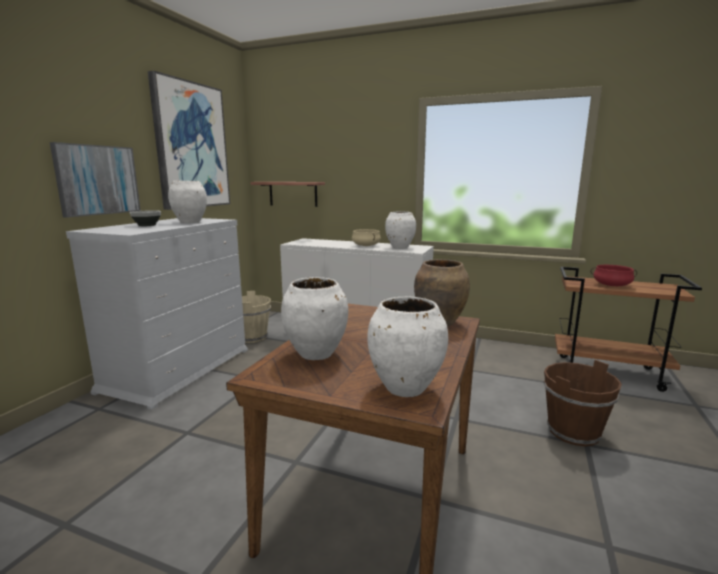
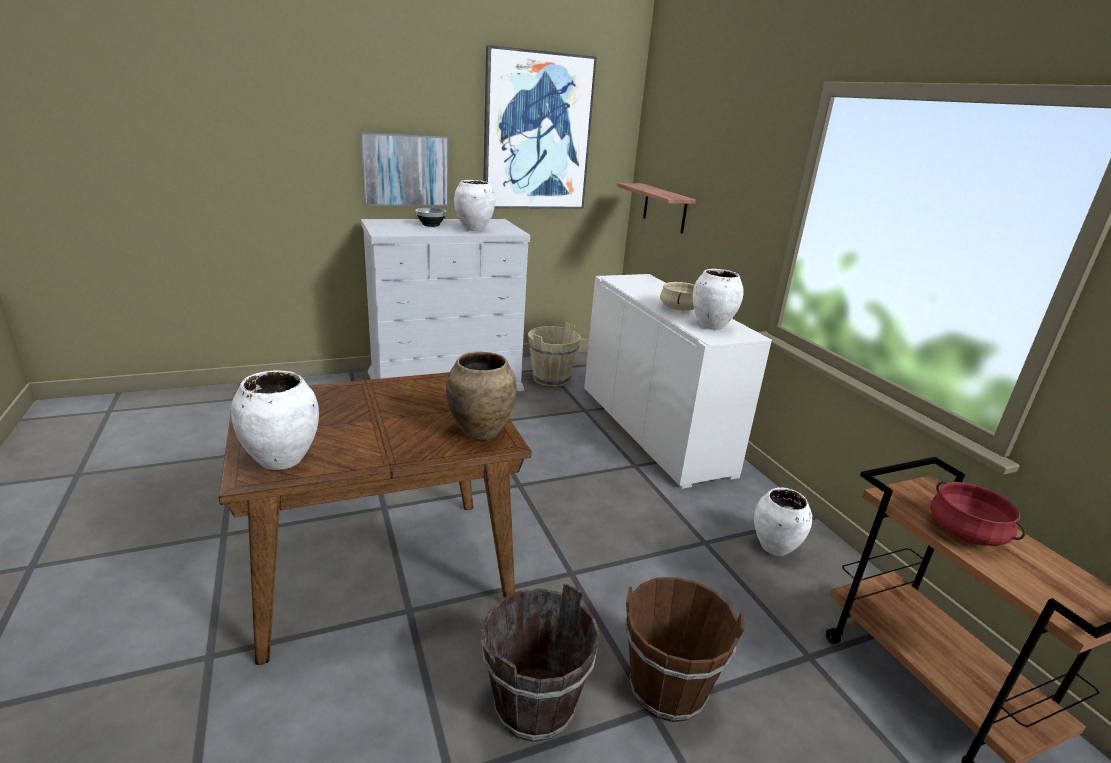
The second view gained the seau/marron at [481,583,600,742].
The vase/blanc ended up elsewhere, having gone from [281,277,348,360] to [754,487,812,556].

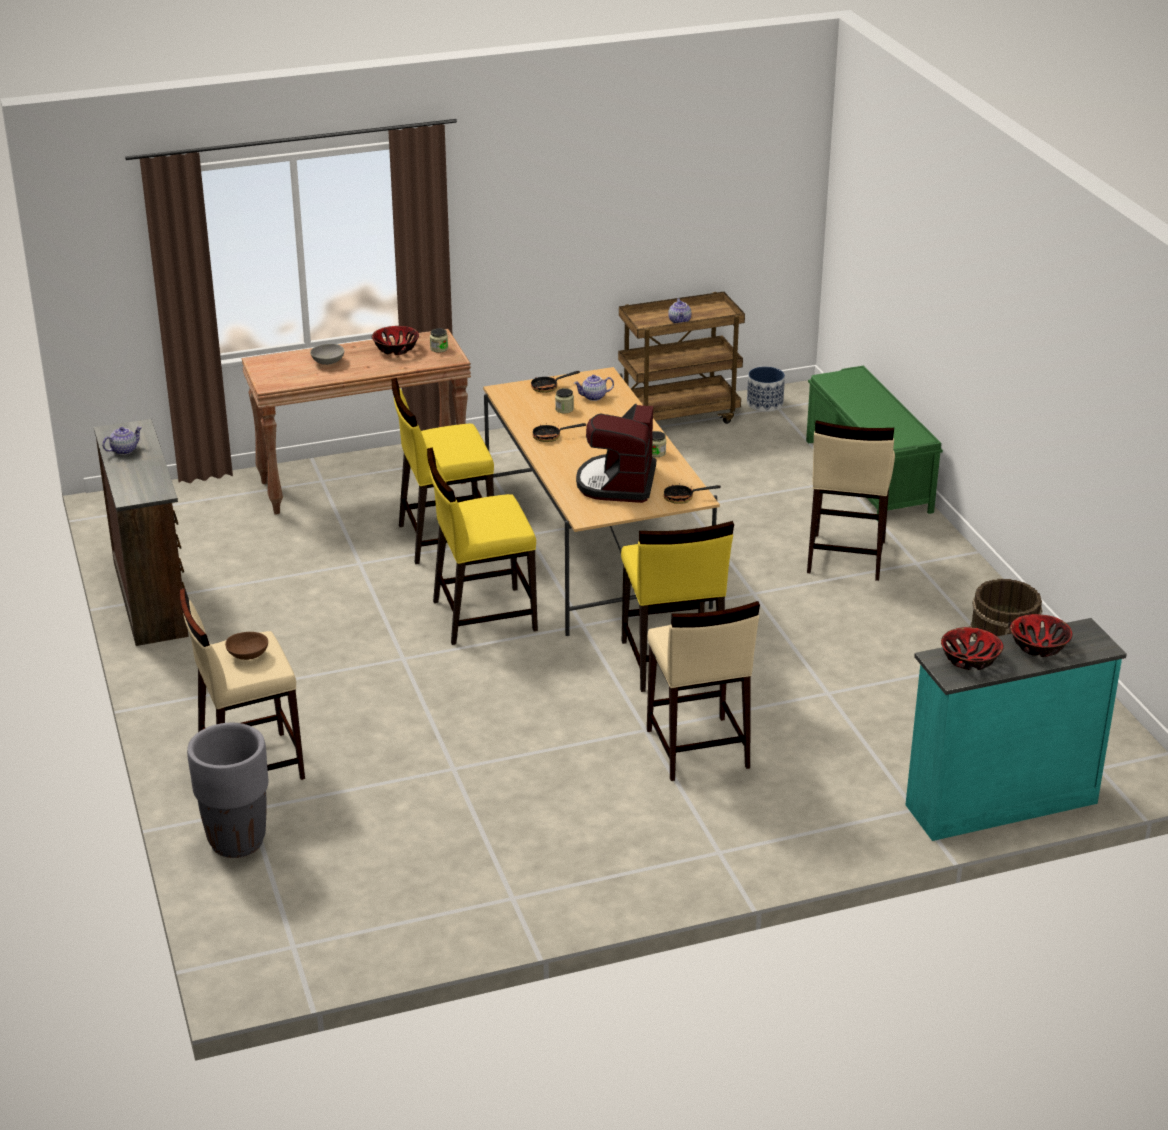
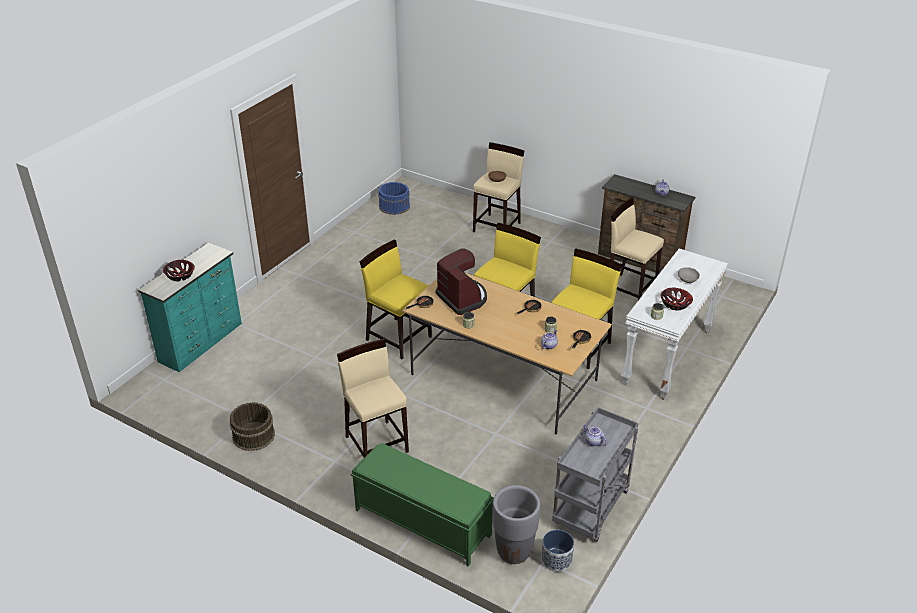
The second view lost the bol at [941,627,1004,670].
The second view gained the seau/bleu at [378,182,410,215].
The cache-pot/gris ended up elsewhere, having gone from [187,723,268,858] to [493,485,540,564].
The tabouret/beige ended up elsewhere, having gone from [647,601,760,781] to [610,198,664,300].
What was the table console/marron at [242,329,471,515] turned into the table console/blanc at [621,248,728,400].
What was the chariot/marron at [618,292,745,424] turned into the chariot/gris at [552,407,639,542].

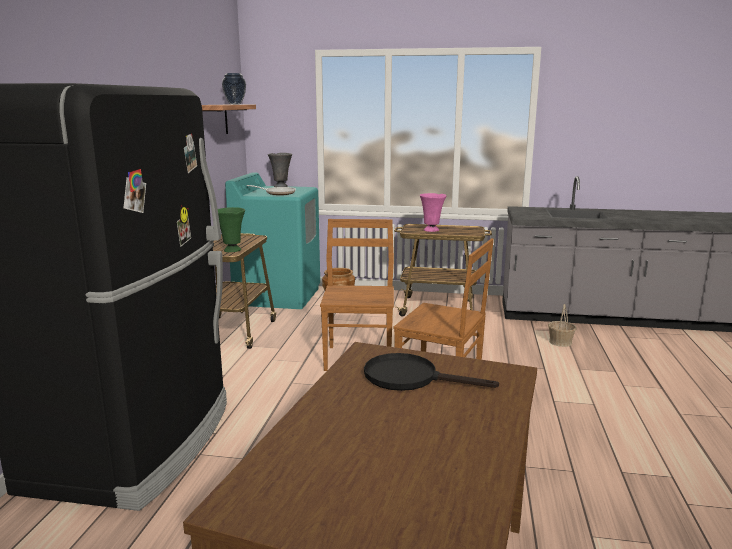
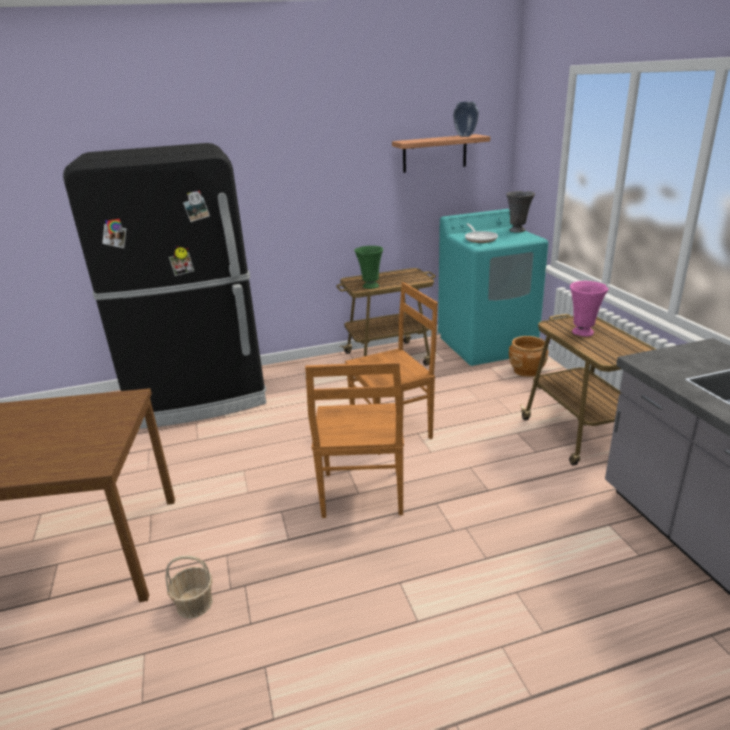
The second view lost the poêle/noir at [364,353,499,391].
The panier ended up elsewhere, having gone from [548,304,577,347] to [165,556,213,619].

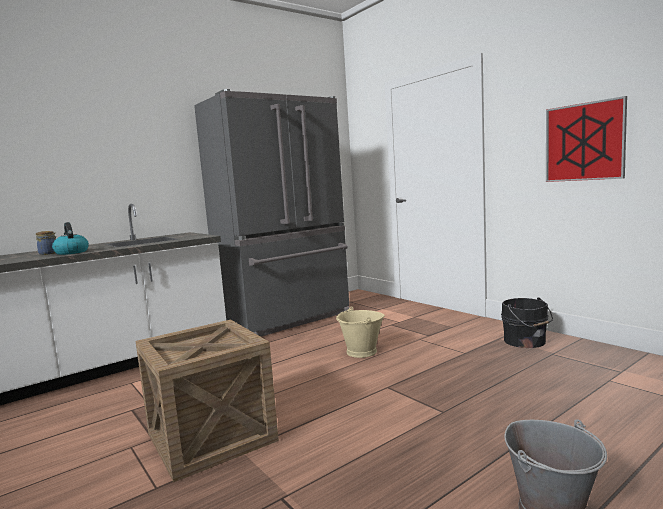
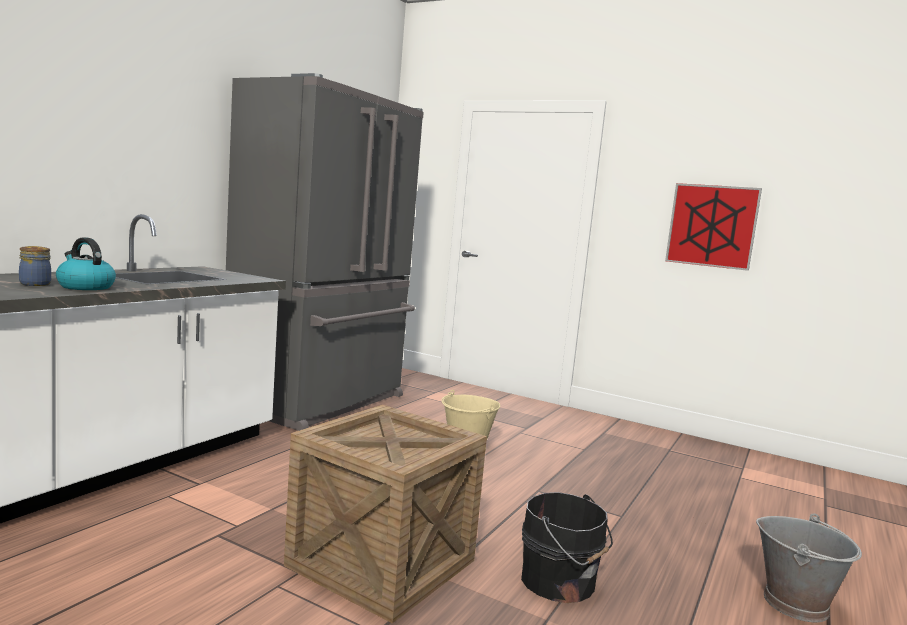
The seau/noir ended up elsewhere, having gone from [501,297,553,348] to [521,492,613,603].

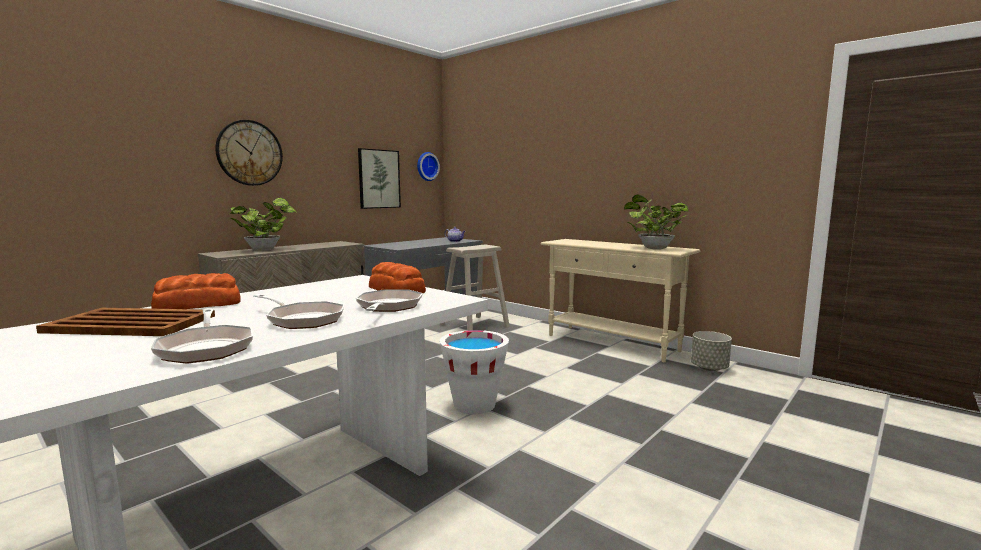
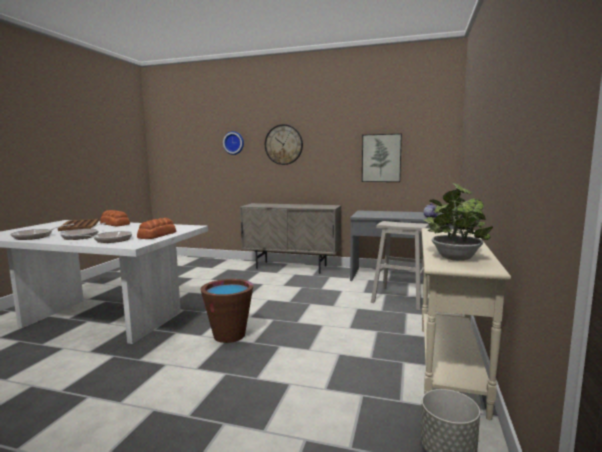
The second view lost the plante en pot at [229,198,296,251].
The horloge murale ended up elsewhere, having gone from [417,152,440,181] to [223,131,244,155].
What was the seau/blanc at [439,330,509,414] turned into the seau/marron at [200,279,254,343].

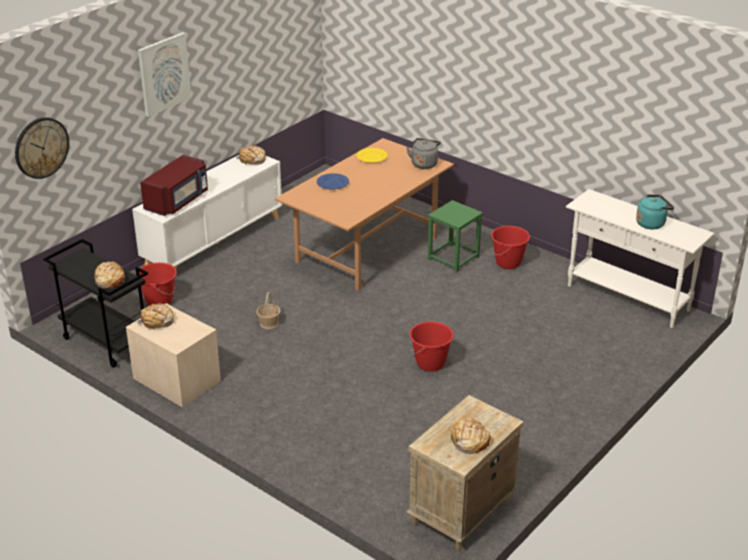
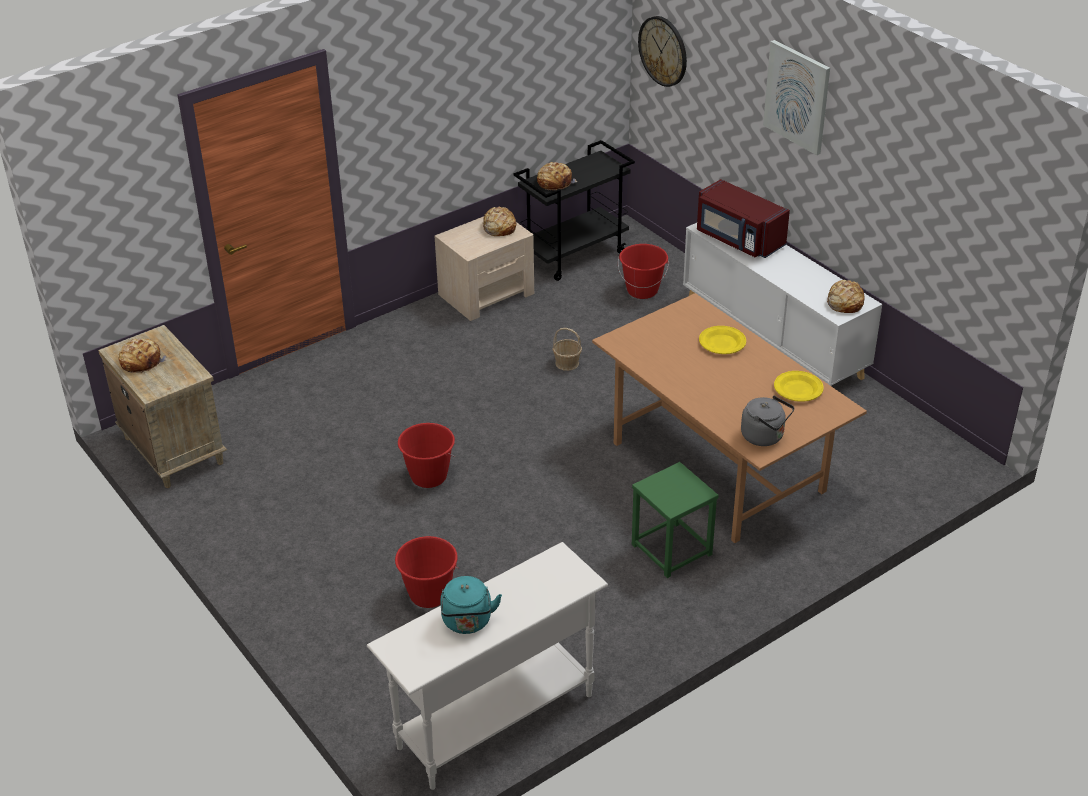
The seau/rouge ended up elsewhere, having gone from [491,226,530,269] to [395,536,459,608].
What was the assiette/bleu at [317,173,349,189] turned into the assiette/jaune at [699,326,746,354].

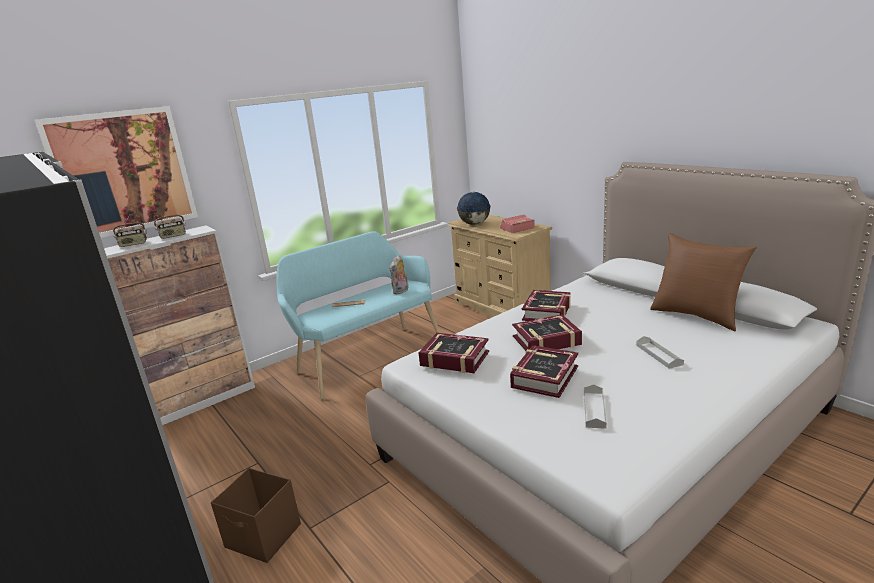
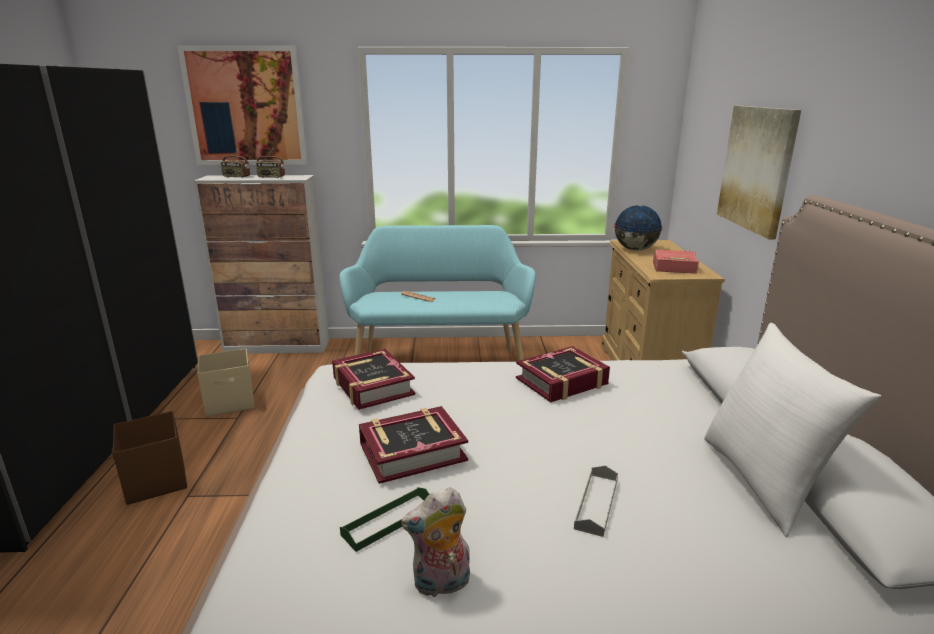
The second view lost the livre at [512,315,582,351].
The second view gained the boîte de rangement/beige at [197,348,255,417].
The second view gained the tableau at [717,106,801,239].
The peluche ended up elsewhere, having gone from [389,255,408,294] to [401,487,470,597].
What was the plateau/gris at [584,384,607,429] turned into the plateau/vert at [340,487,429,552].
What was the coussin/marron at [650,233,757,331] turned into the coussin/blanc at [704,323,881,537].

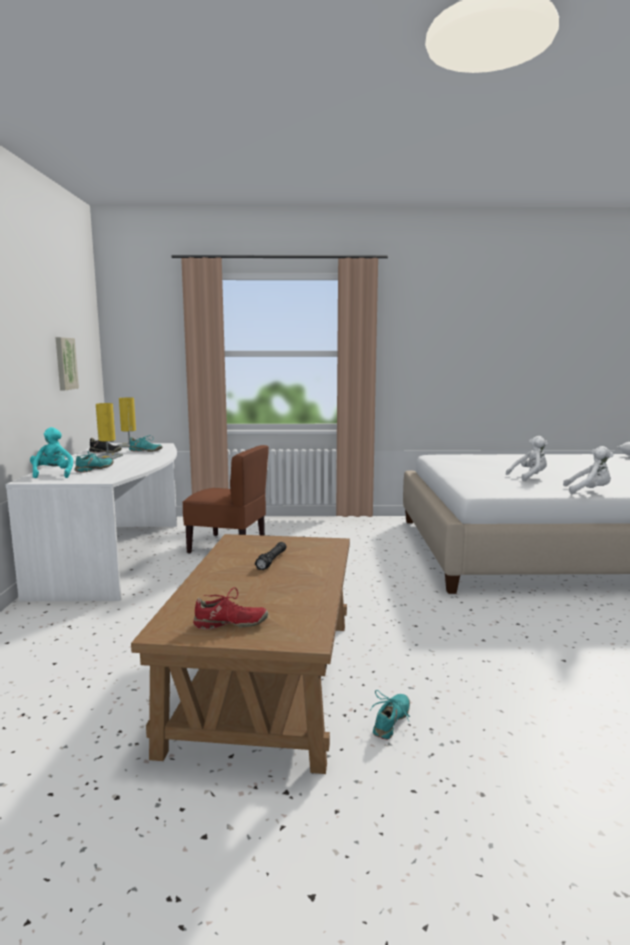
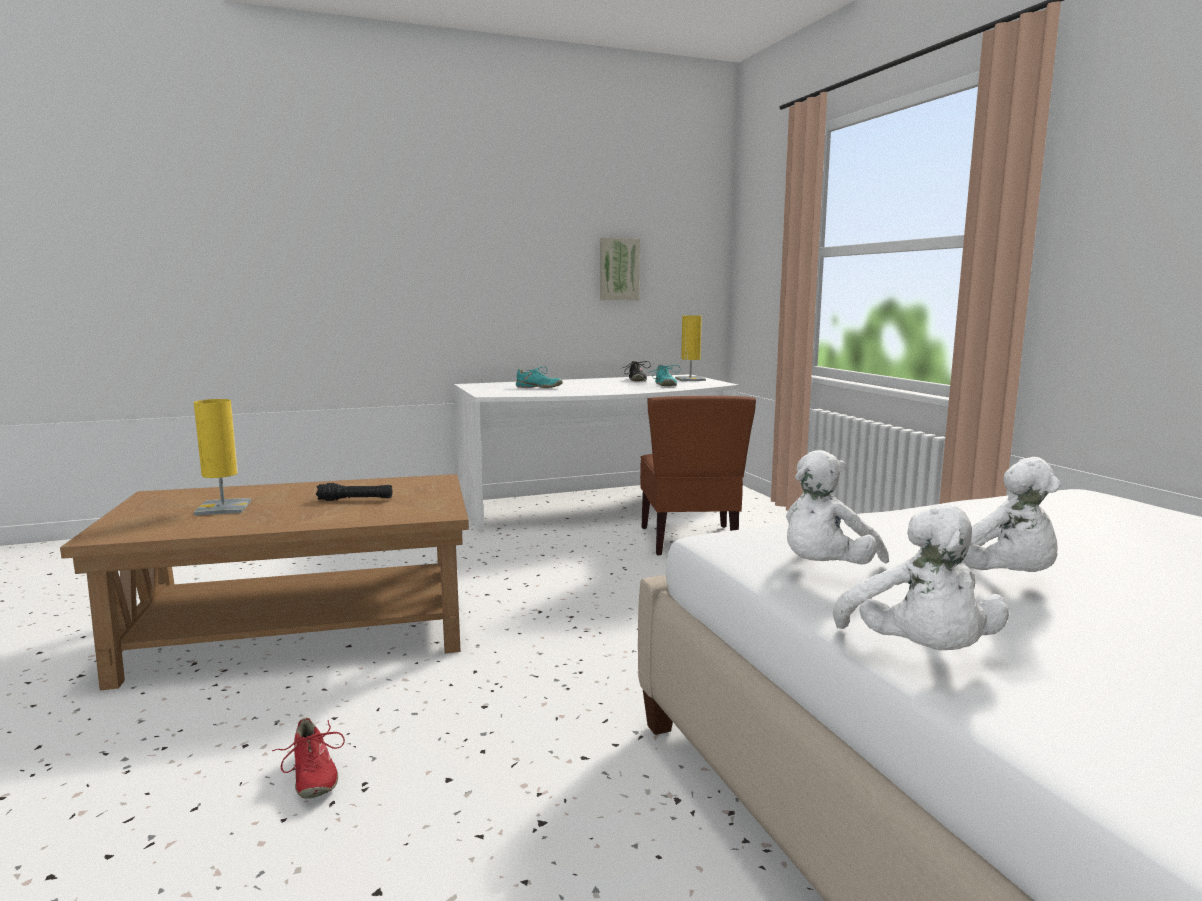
The second view lost the peluche/turquoise at [30,427,73,478].
The second view lost the chaussure/turquoise at [369,690,410,740].
The second view gained the peluche/blanc at [786,450,889,565].
The lampe de table/jaune ended up elsewhere, having gone from [96,403,123,459] to [194,399,251,515].
The chaussure/rouge ended up elsewhere, having gone from [193,587,268,630] to [272,717,345,798].

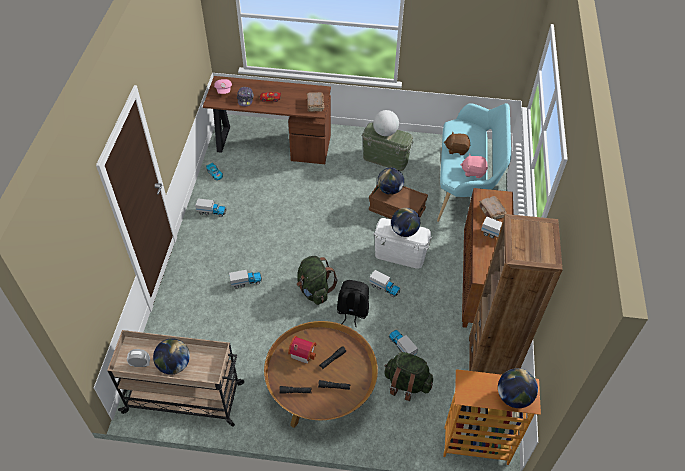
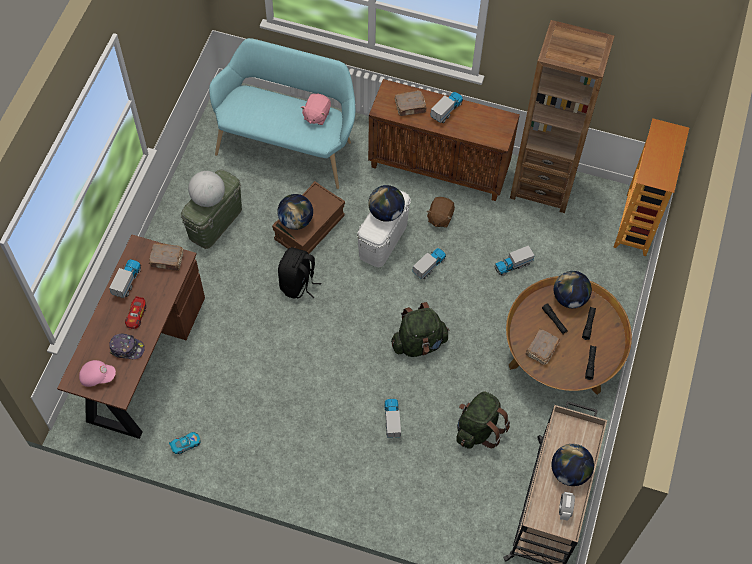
The camion jouet ended up elsewhere, having gone from [195,198,226,217] to [109,259,141,298].
The sac à dos/noir ended up elsewhere, having gone from [337,280,369,327] to [278,247,321,299].
The sac à dos/vert ended up elsewhere, having gone from [384,352,433,401] to [456,392,510,449].
The peluche/marron ended up elsewhere, having gone from [444,131,471,155] to [426,197,455,227].
The globe ended up elsewhere, having gone from [498,368,538,408] to [554,271,592,308].
Where the maison miniature stood at [288,336,317,364], the livre/marron came to stand at [525,328,560,365].

